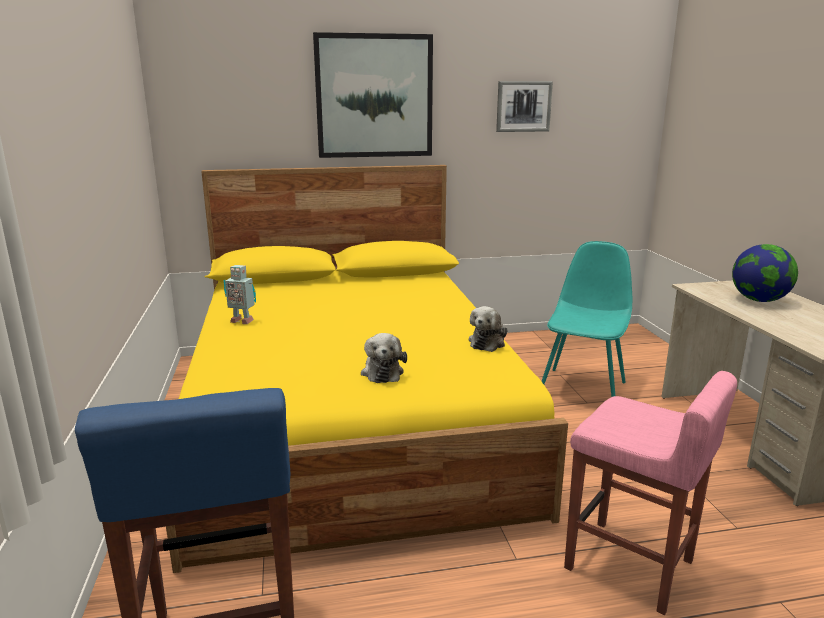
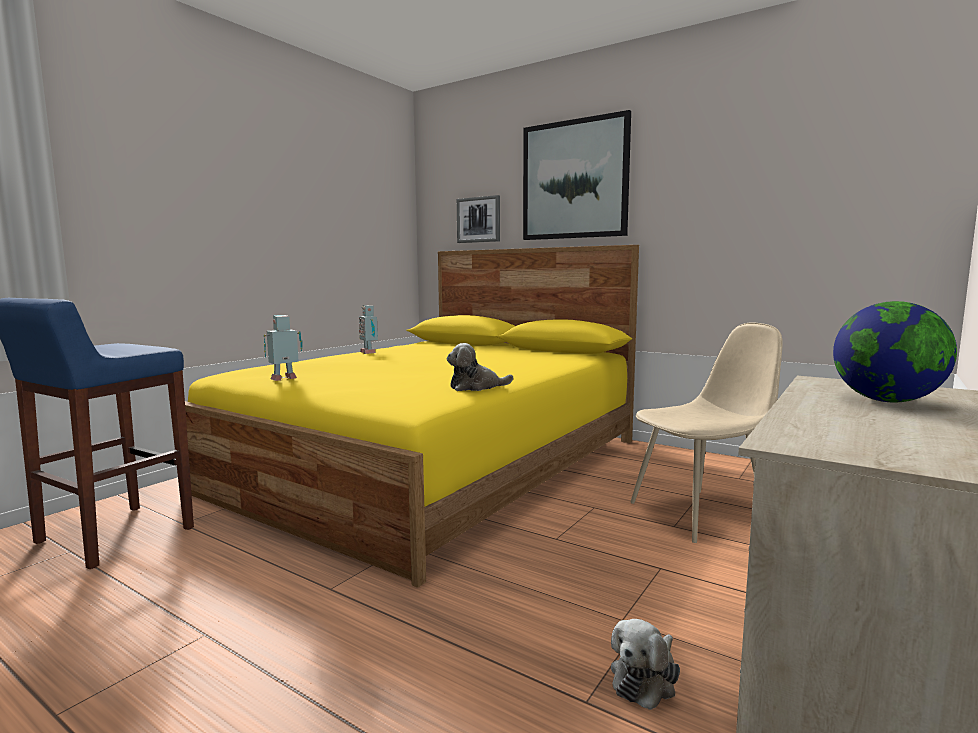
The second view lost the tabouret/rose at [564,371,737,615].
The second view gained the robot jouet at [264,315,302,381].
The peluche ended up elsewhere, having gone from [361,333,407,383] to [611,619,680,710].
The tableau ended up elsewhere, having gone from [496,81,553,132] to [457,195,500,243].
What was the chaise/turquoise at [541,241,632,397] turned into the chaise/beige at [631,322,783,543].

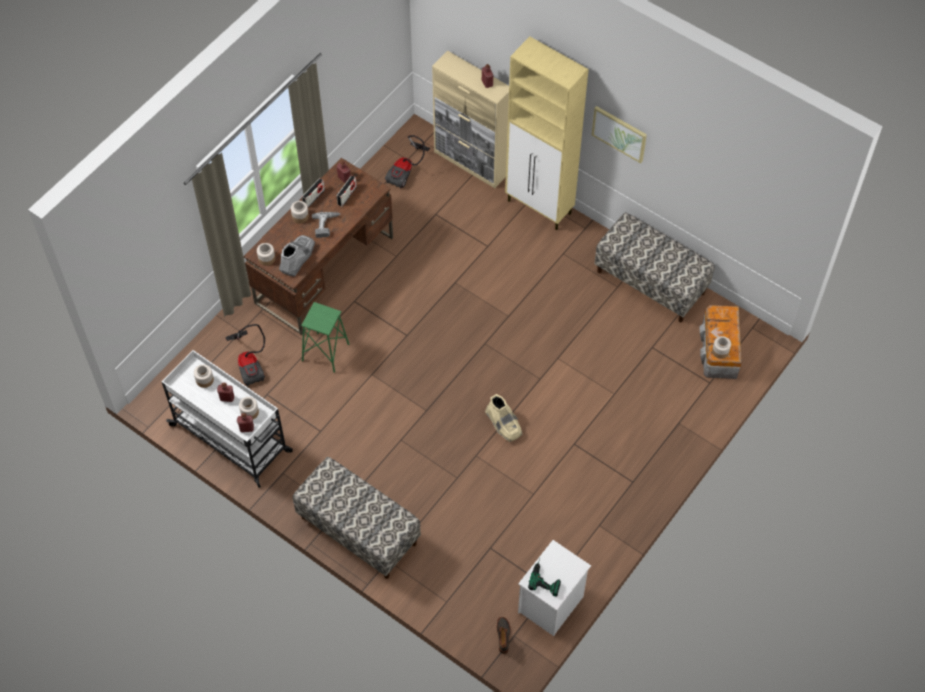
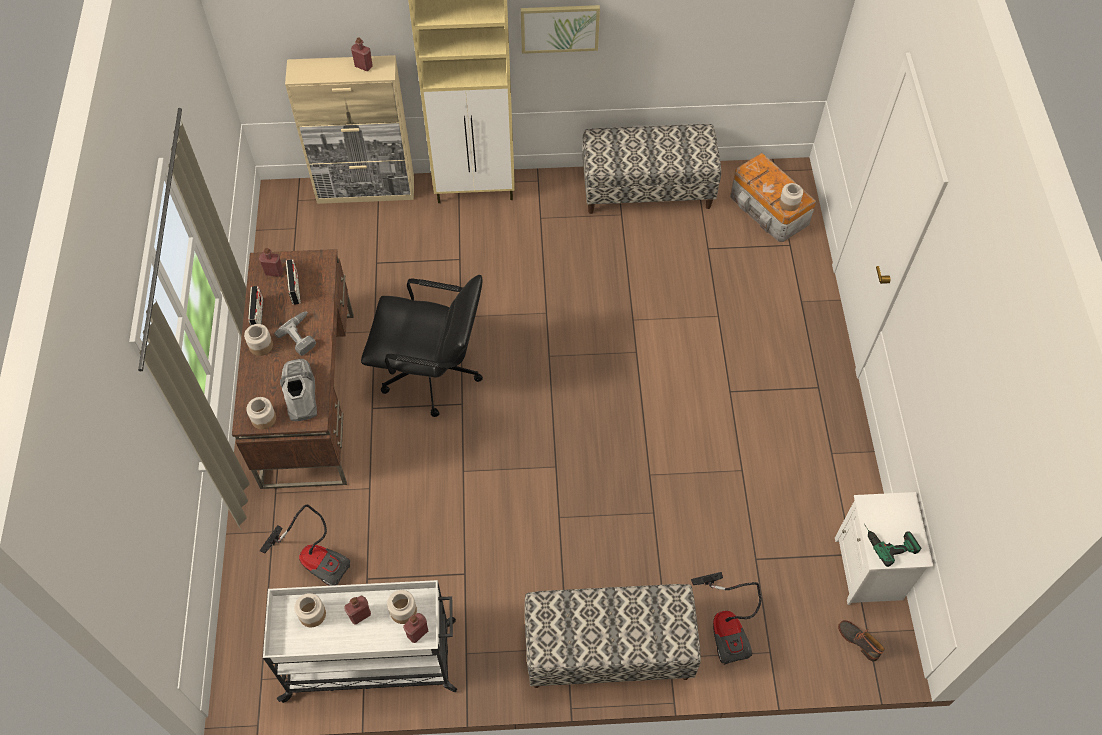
The second view lost the tabouret/vert at [301,302,349,373].
The second view lost the botte/beige at [485,394,522,442].
The second view gained the chaise de bureau/noir at [361,275,483,417].
The aspirateur ended up elsewhere, having gone from [385,135,430,189] to [691,572,761,665].

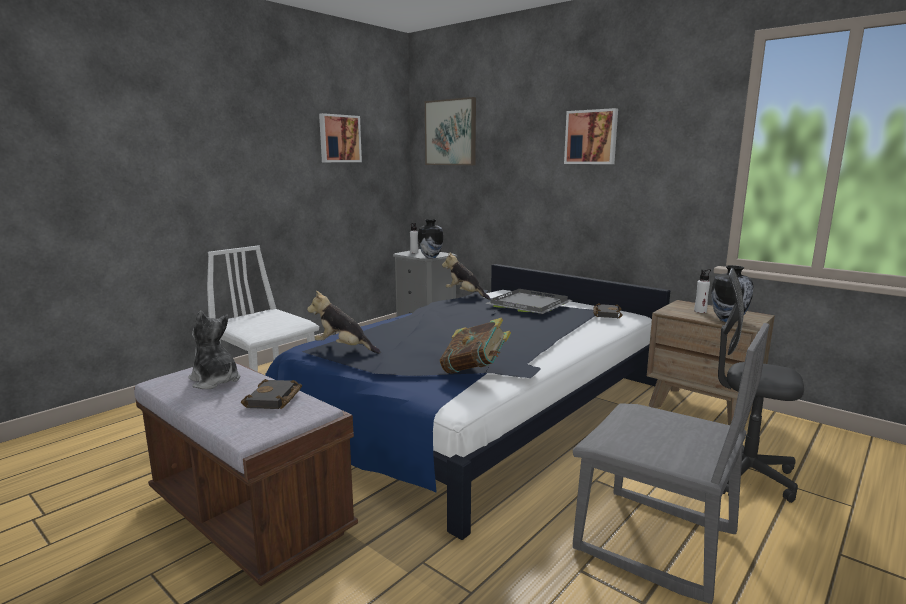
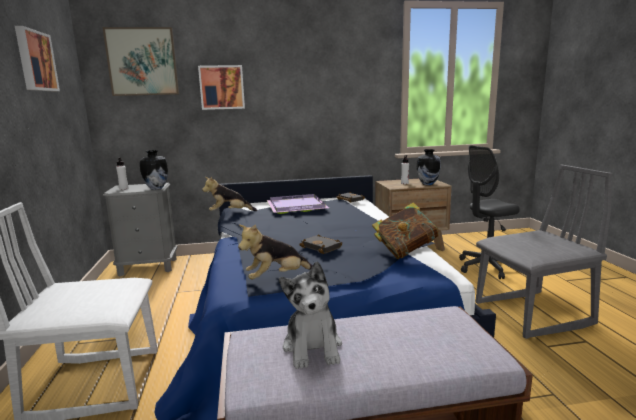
The livre/noir ended up elsewhere, having gone from [241,379,302,409] to [299,234,342,254].
The tableau ended up elsewhere, having gone from [564,108,618,164] to [198,65,245,110].
What was the plateau/gris at [485,289,572,314] turned into the plateau/violet at [267,194,329,214].
The peluche at [188,311,241,389] ended up facing another way, 90 degrees counterclockwise from before.

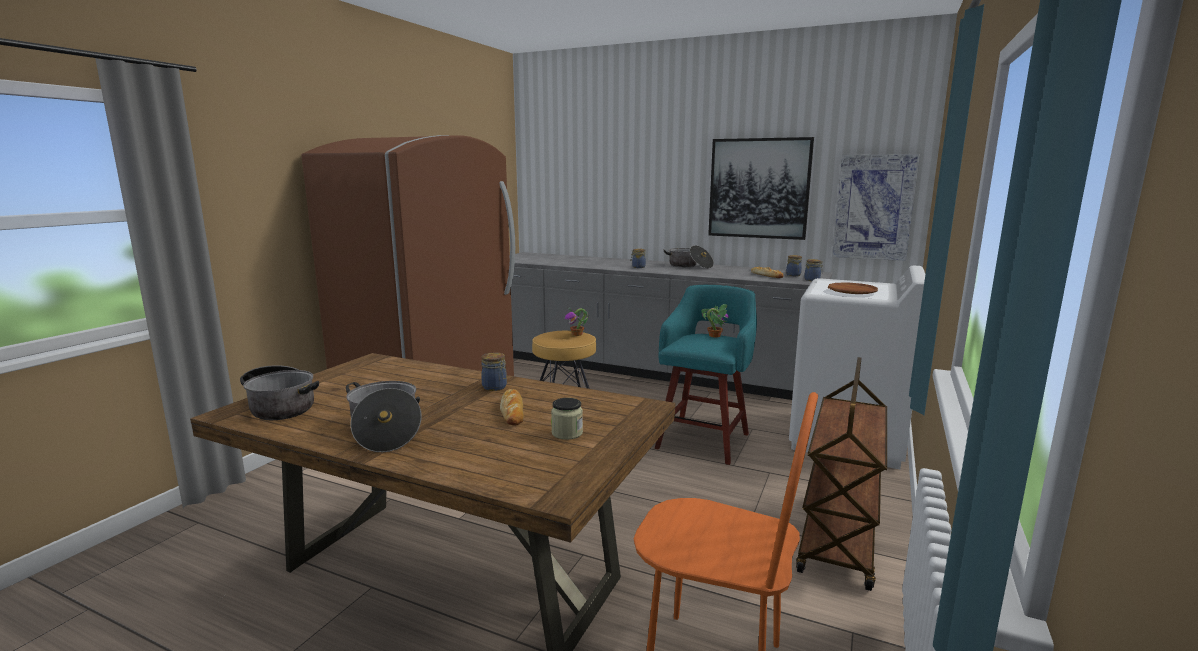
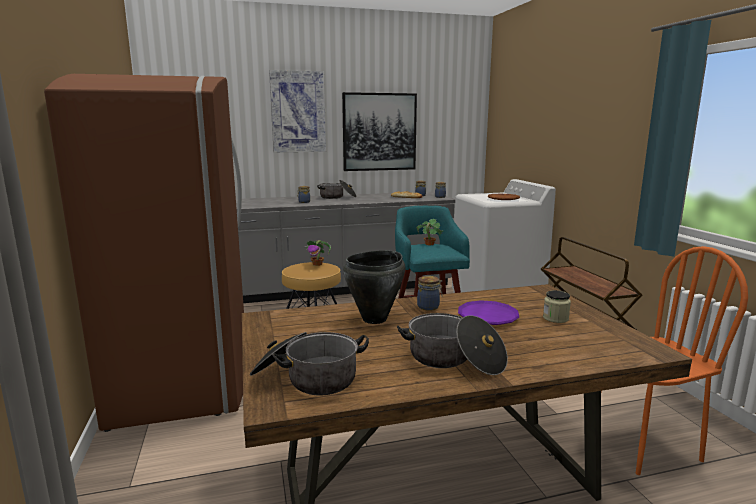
The second view gained the marmite/noir at [343,250,406,324].
The tableau ended up elsewhere, having gone from [832,154,920,261] to [269,70,326,152].
Where the pain stood at [500,389,524,426], the assiette/violet came to stand at [458,300,519,325].

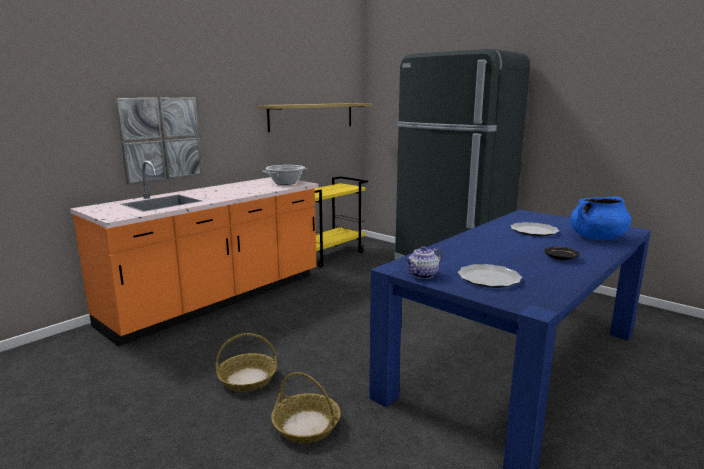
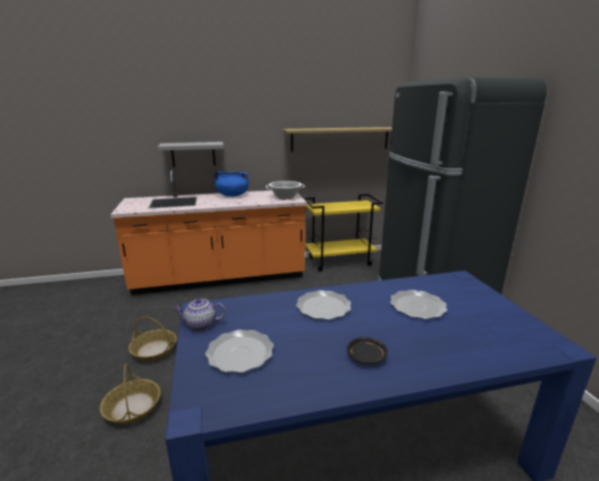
The second view gained the assiette at [296,290,351,320].
The marmite/bleu ended up elsewhere, having gone from [570,196,631,240] to [214,172,249,197].
Where the tableau hung at [116,97,202,185], the étagère/gris came to hang at [158,142,224,167].

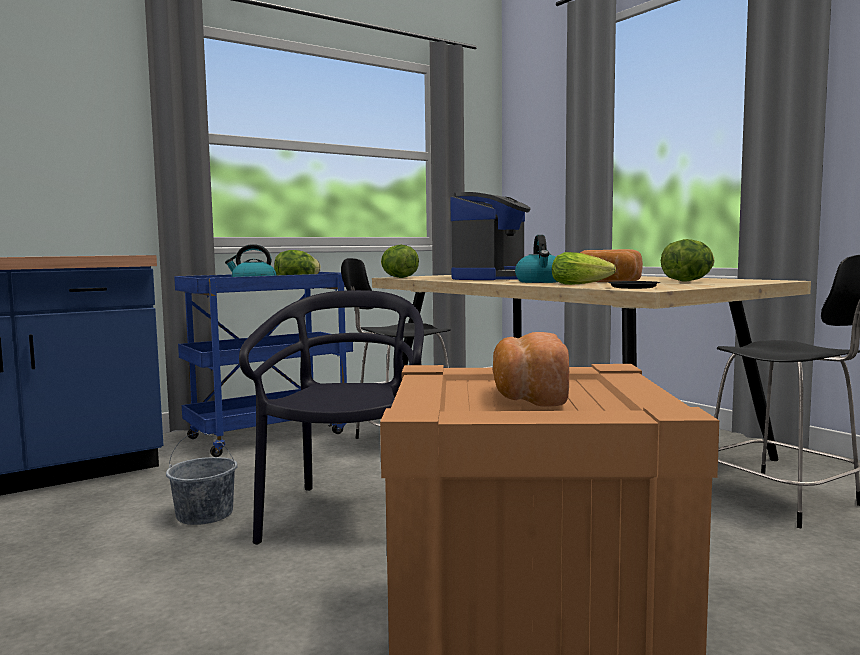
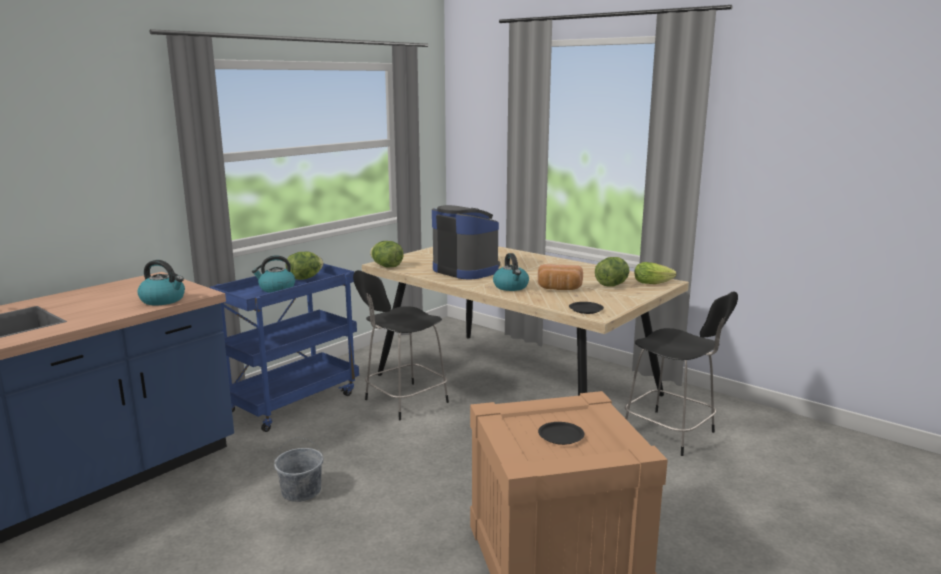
The second view lost the chaise/noir at [239,290,424,545].
The second view gained the bouilloire at [137,260,185,305].
The laitue ended up elsewhere, having gone from [552,252,616,285] to [634,262,677,284].
Where the pain stood at [493,332,569,407], the assiette/noir came to stand at [538,422,584,445].
The machine à café at [450,192,531,280] ended up facing another way, 60 degrees counterclockwise from before.

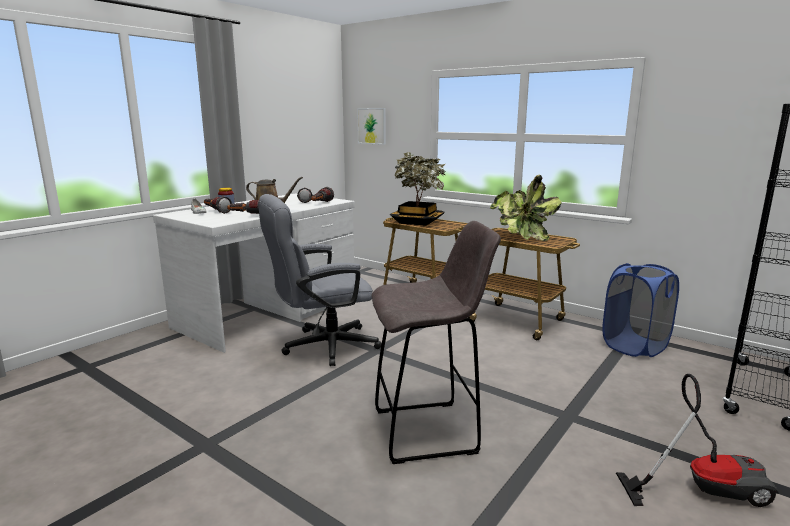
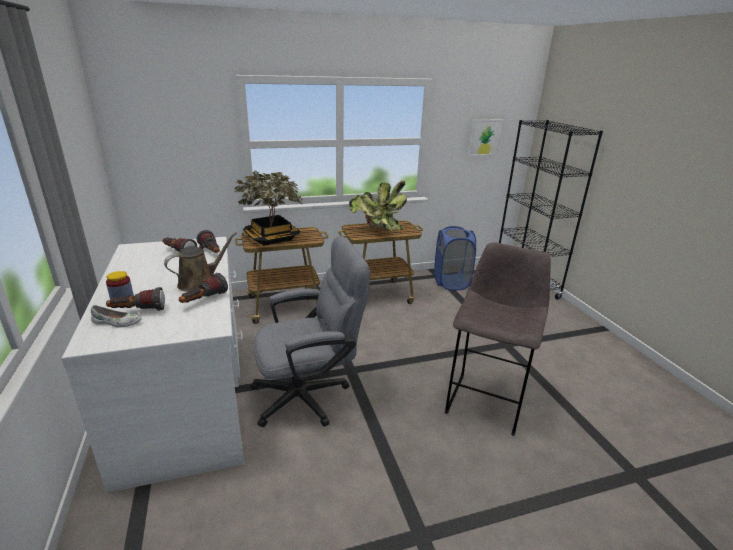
The second view lost the aspirateur at [616,373,779,507].
The tableau ended up elsewhere, having gone from [357,108,386,145] to [468,120,504,156].
The chaise de bureau/gris at [258,194,382,366] ended up facing another way, 120 degrees counterclockwise from before.

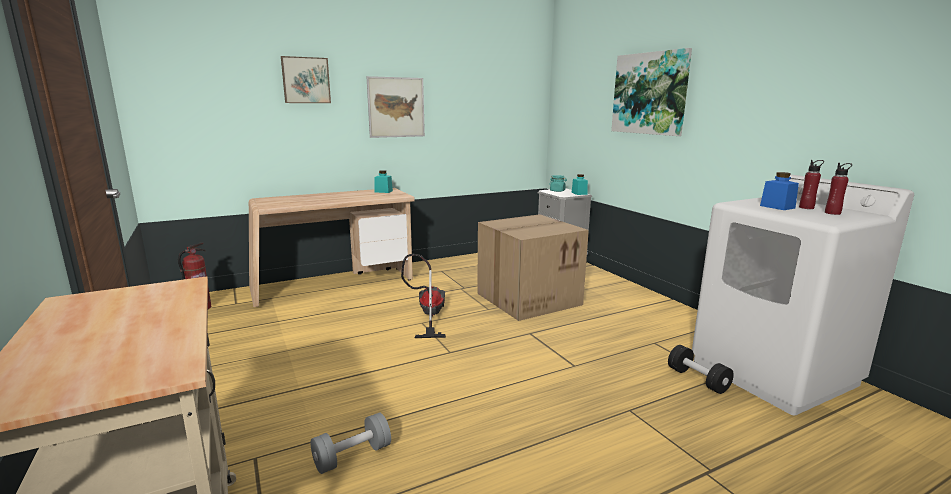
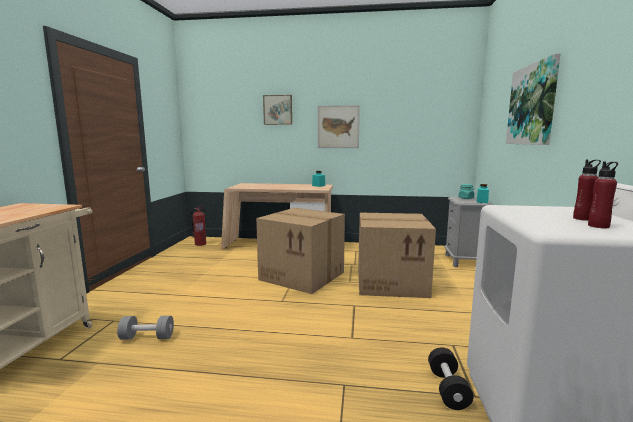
The second view lost the bocal/bleu at [760,172,799,210].
Where the aspirateur stood at [401,254,446,338], the carton came to stand at [256,208,345,294].

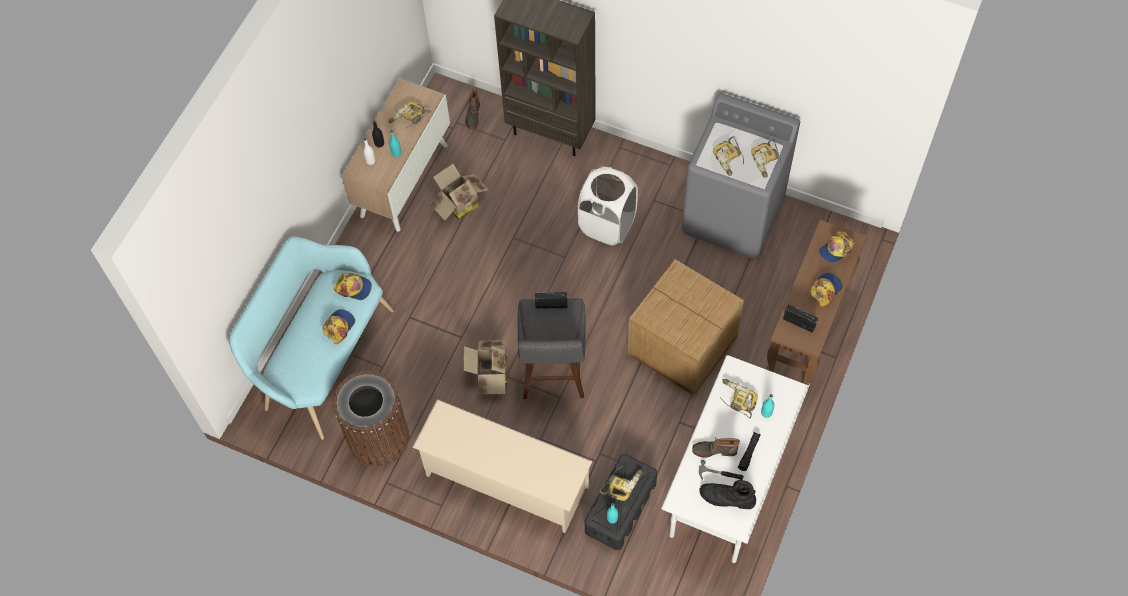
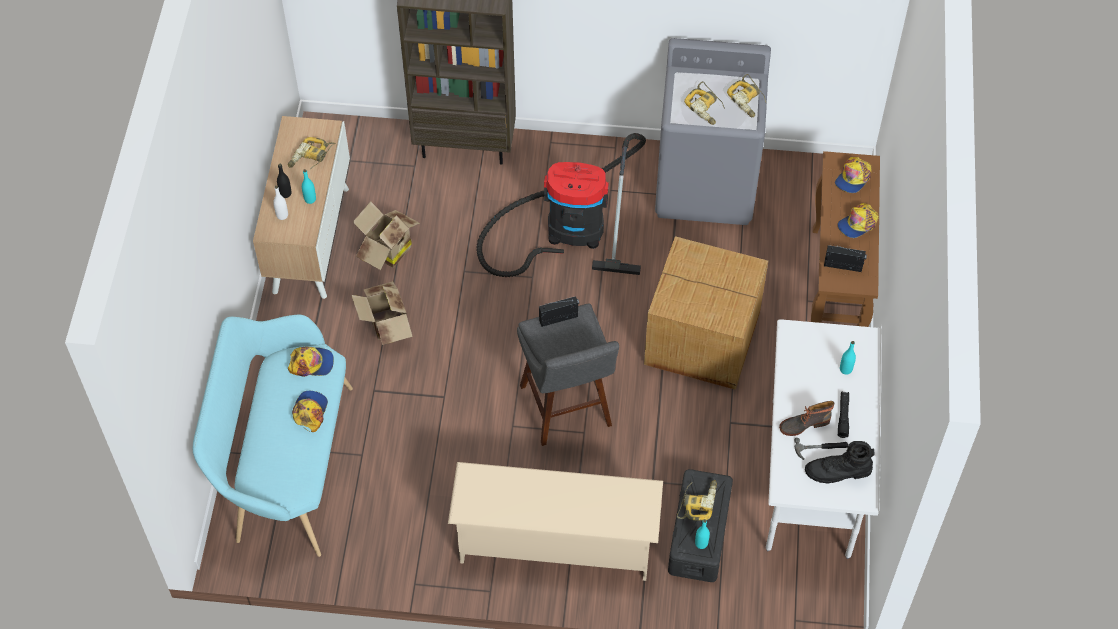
The second view lost the poubelle/marron at [333,370,409,467].
The second view lost the botte at [465,87,480,129].
The second view lost the perceuse at [720,379,758,419].
The carton ended up elsewhere, having gone from [464,340,508,395] to [351,281,413,345].
Where the panier à linge/blanc stood at [578,167,638,245], the aspirateur came to stand at [476,133,646,277].
The casquette at [811,273,842,307] ended up facing another way, 150 degrees counterclockwise from before.

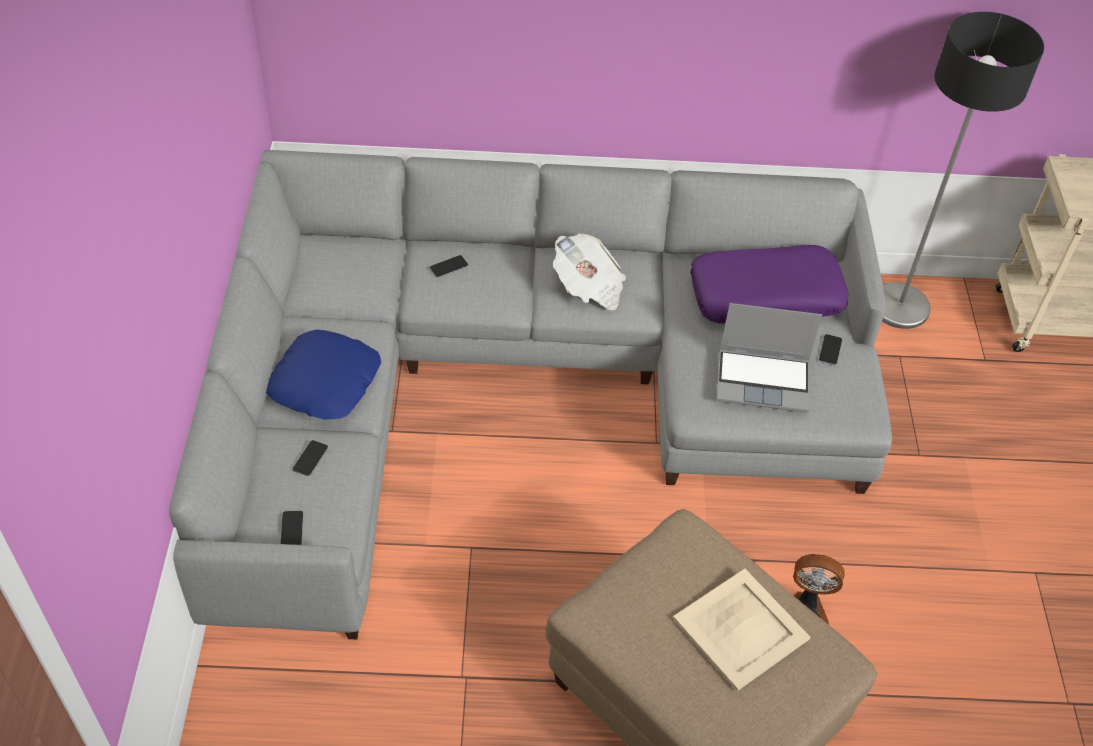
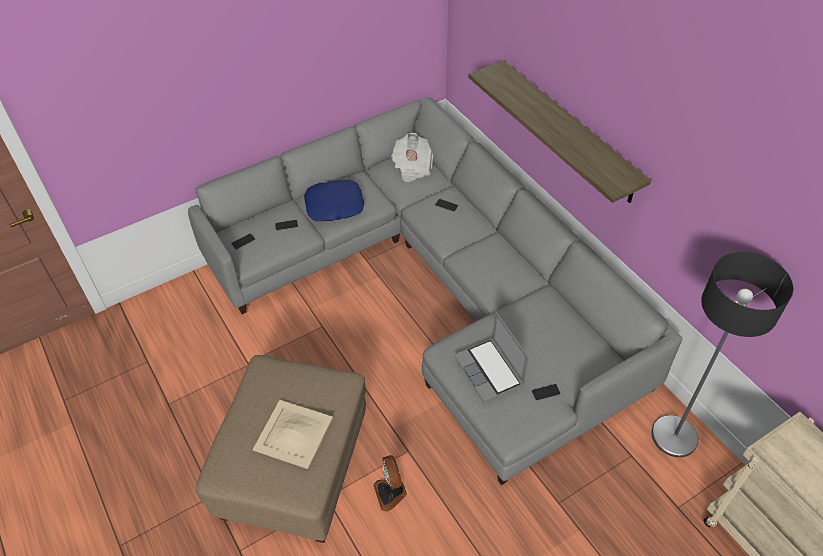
The second view lost the coussin/violet at [690,245,848,324].
The second view gained the étagère at [468,60,651,203].
The journal ended up elsewhere, having gone from [553,234,626,311] to [391,133,433,182].

